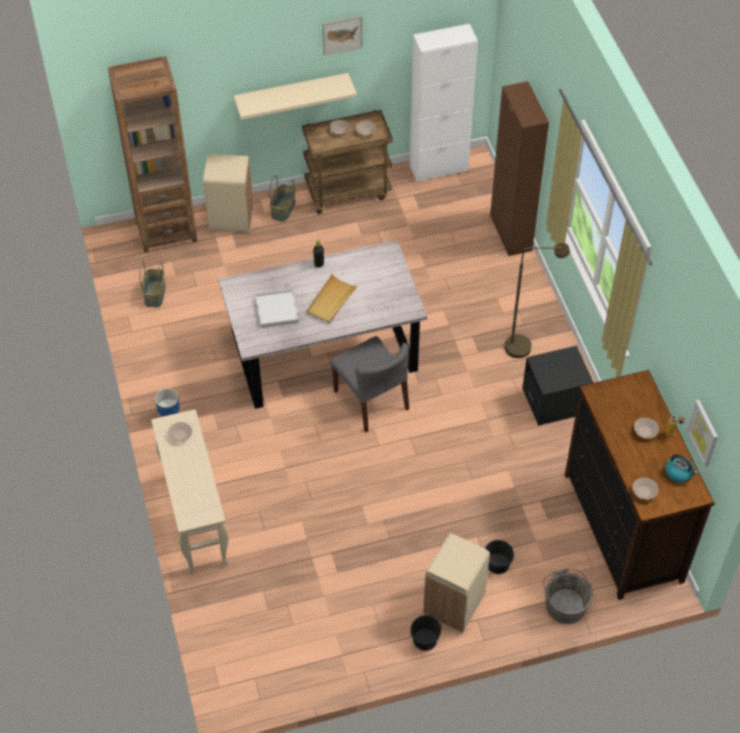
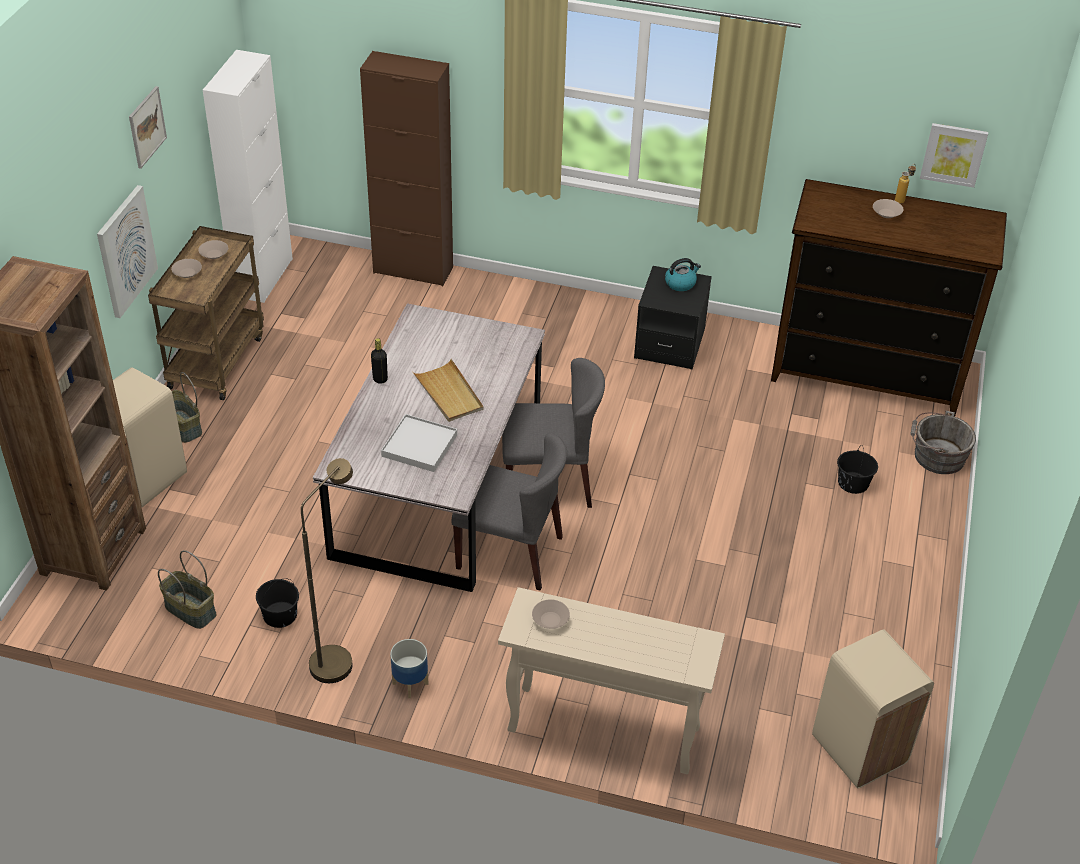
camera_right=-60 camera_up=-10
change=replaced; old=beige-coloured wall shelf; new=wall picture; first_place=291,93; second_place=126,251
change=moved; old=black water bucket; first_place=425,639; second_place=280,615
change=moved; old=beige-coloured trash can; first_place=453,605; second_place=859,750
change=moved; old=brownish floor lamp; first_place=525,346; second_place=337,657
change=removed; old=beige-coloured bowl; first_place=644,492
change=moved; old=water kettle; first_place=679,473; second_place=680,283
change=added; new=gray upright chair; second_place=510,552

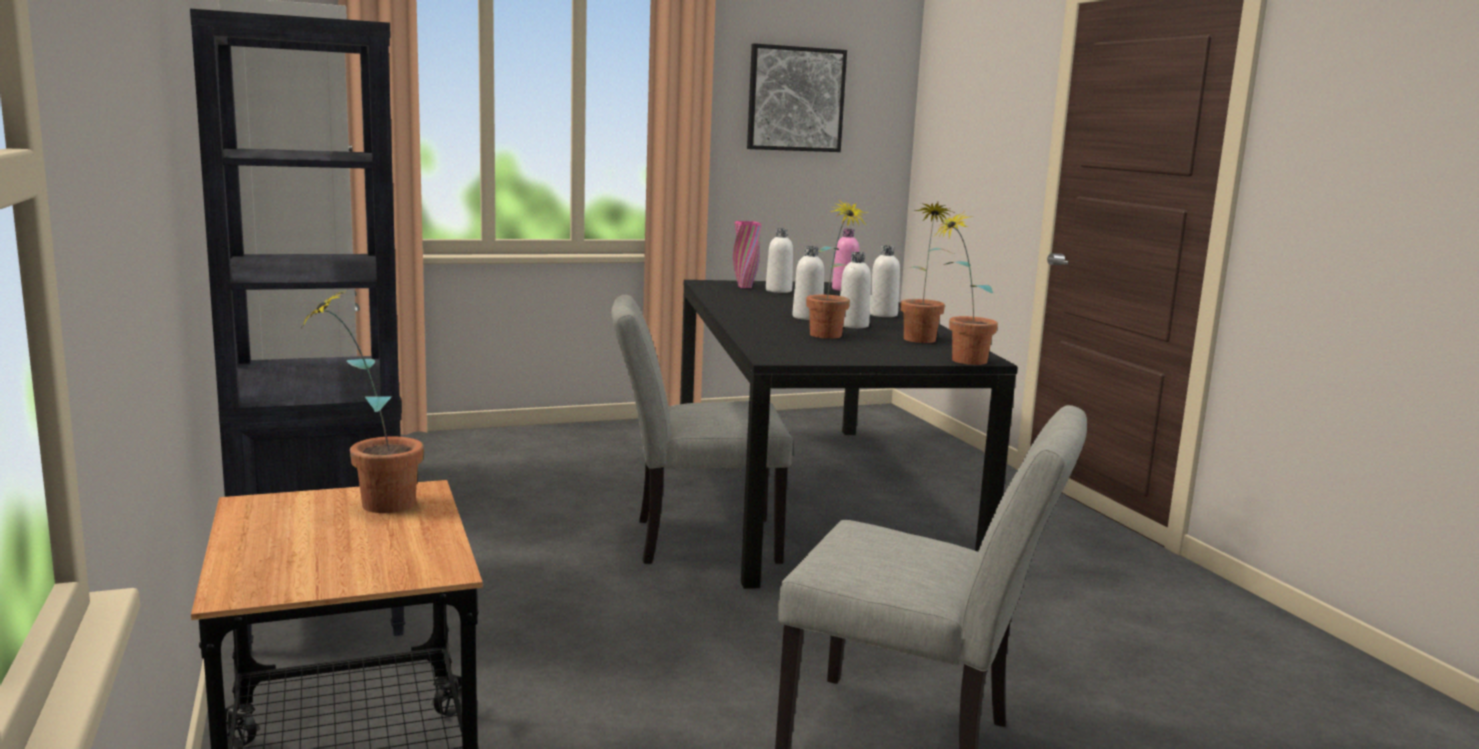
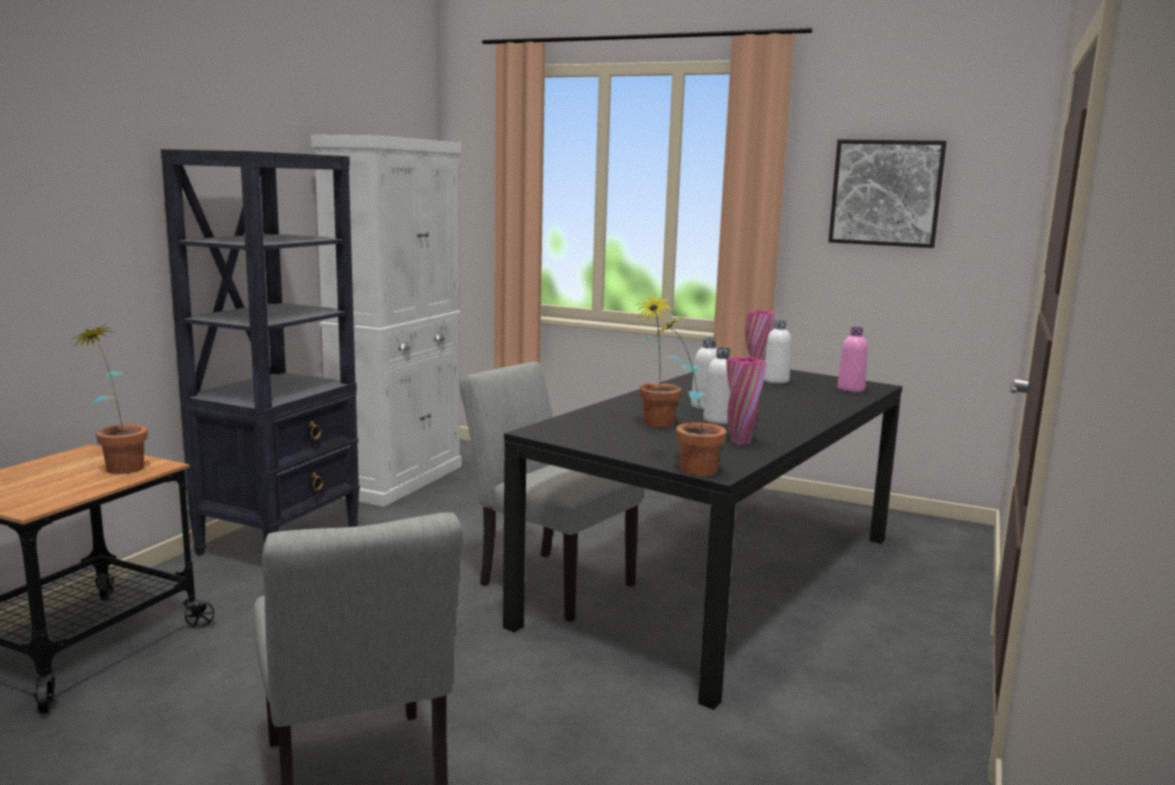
camera_right=45 camera_up=0
change=removed; old=white drink bottle; first_place=882,314
change=replaced; old=potted plant; new=pinkish flower vase; first_place=921,337; second_place=740,442

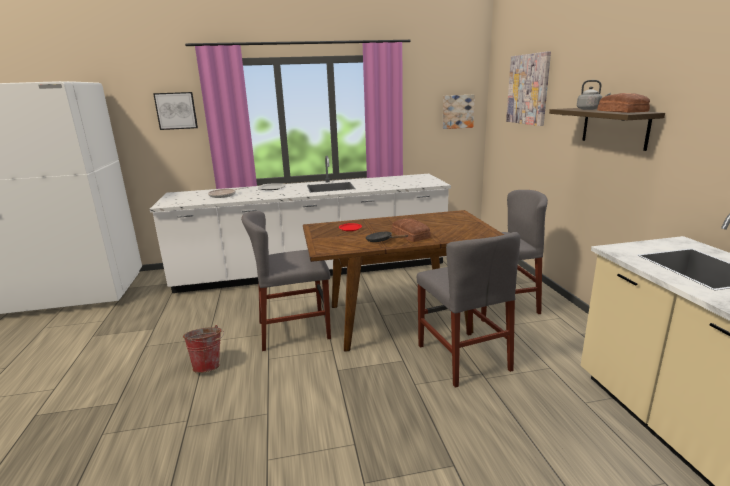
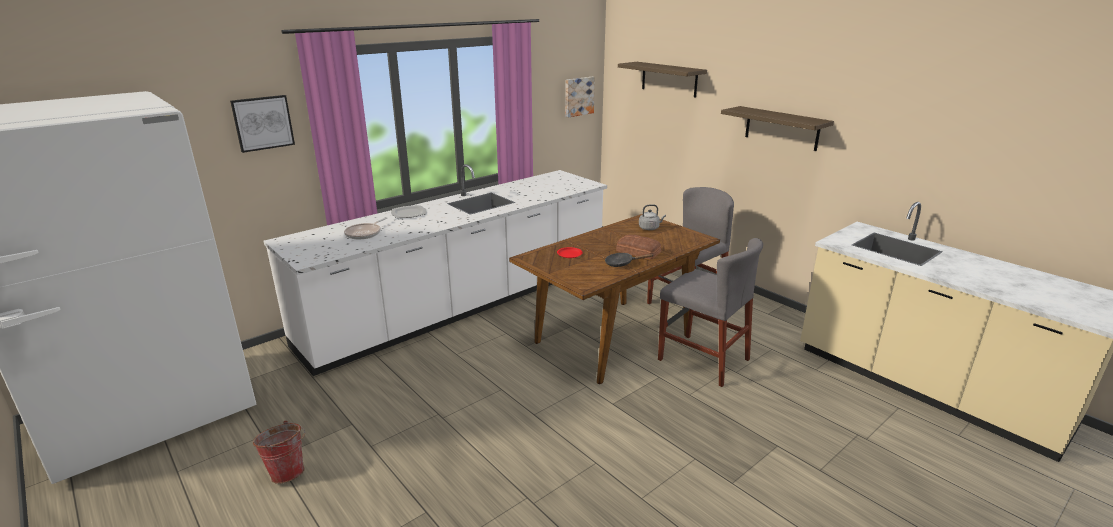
camera_right=-30 camera_up=5
change=moved; old=water bucket; first_place=209,365; second_place=287,471
change=removed; old=gray upright chair; first_place=294,330
change=replaced; old=wall picture; new=wall shelf; first_place=528,89; second_place=669,79
change=moved; old=gray water kettle; first_place=590,109; second_place=650,228
change=removed; old=bread; first_place=622,111

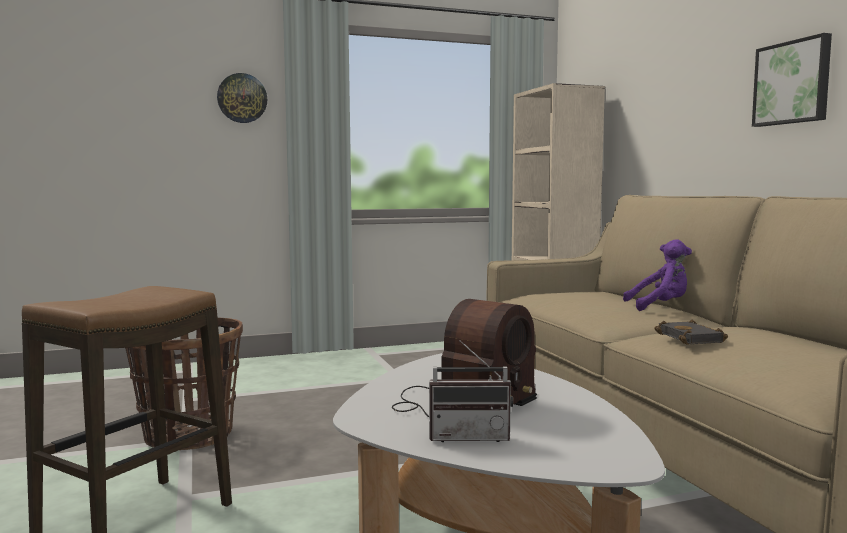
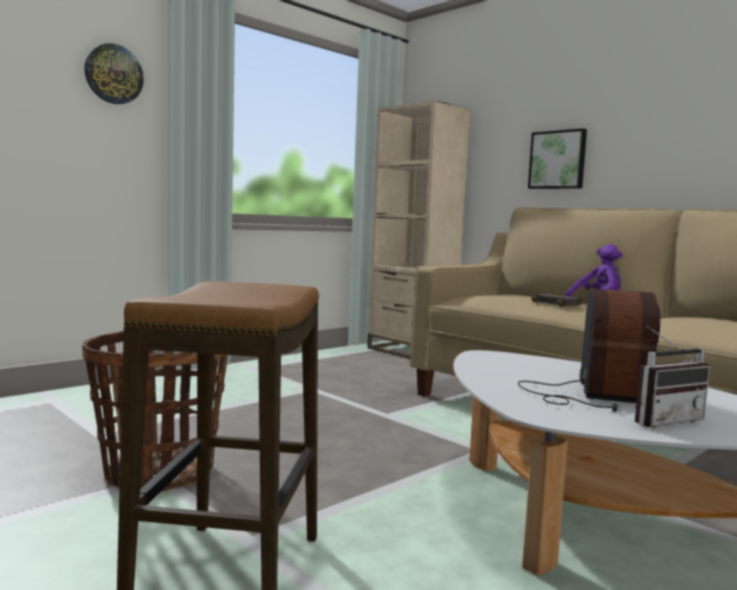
camera_right=-25 camera_up=0
change=moved; old=black bound book; first_place=693,338; second_place=558,304
change=moved; old=wall picture; first_place=793,83; second_place=558,160

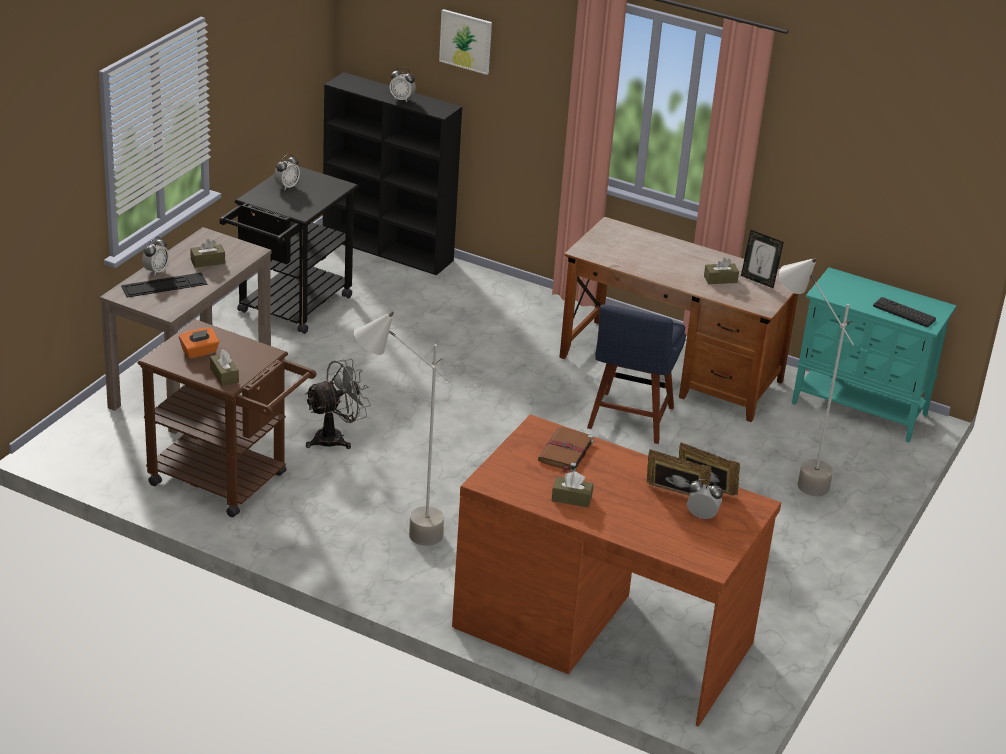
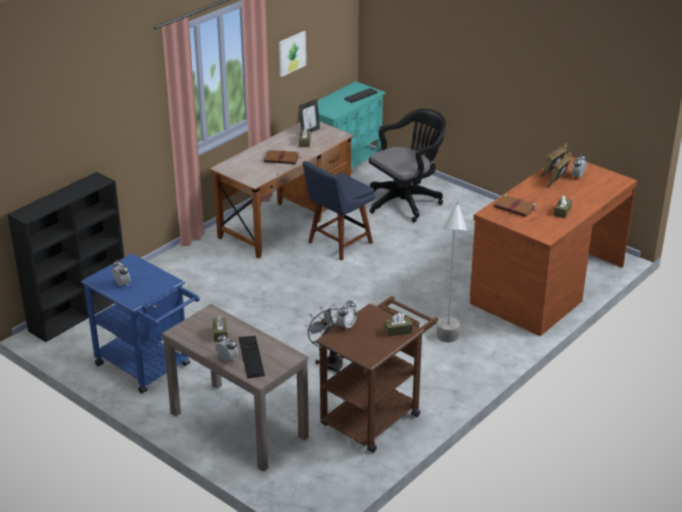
camera_right=-75 camera_up=0
change=removed; old=orange-coloured box of tissues; first_place=199,352
change=recoloured; old=black trolley; new=bluish trolley; first_place=289,308; second_place=148,368
change=moved; old=alarm clock; first_place=402,99; second_place=346,326
change=moved; old=wall picture; first_place=466,41; second_place=291,53
change=turned; old=bluish upright chair; first_place=629,420; second_place=338,244; degrees=105
change=replaced; old=gray floor lamp; new=black office chair; first_place=789,476; second_place=406,201
change=added; new=brownish bound book; second_place=282,158

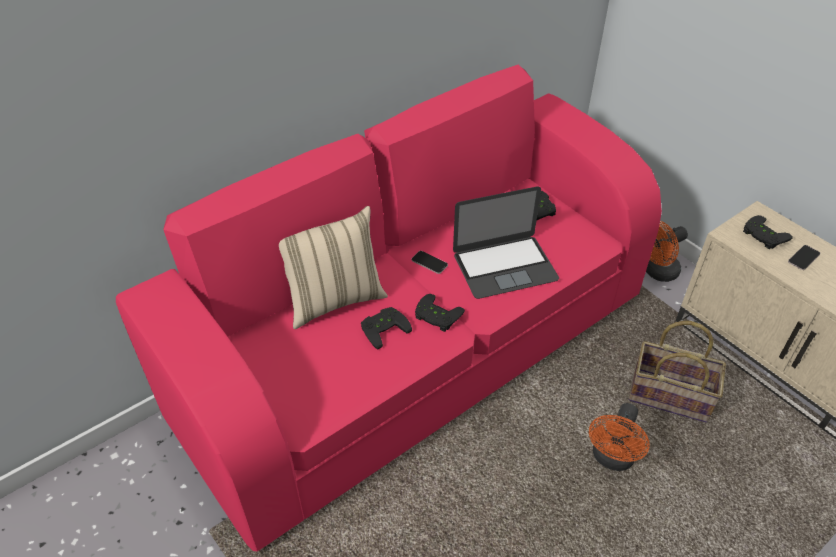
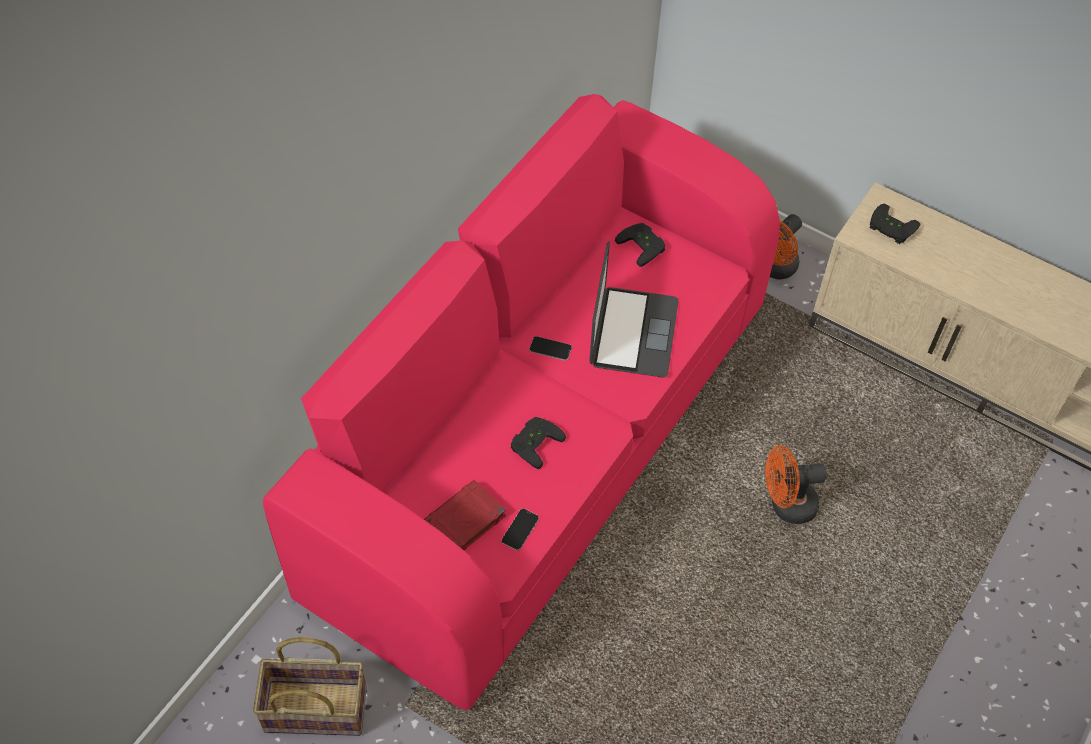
camera_right=-20 camera_up=10
change=removed; old=beige-coloured throw pillow; first_place=334,300
change=removed; old=black gamepad; first_place=436,317
change=turned; old=notebook computer; first_place=504,266; second_place=633,332; degrees=-45
change=turned; old=orange-coloured electric fan; first_place=612,459; second_place=786,505; degrees=75
change=moved; old=household basket; first_place=670,395; second_place=316,707
change=moved; old=telephone; first_place=803,258; second_place=520,529
change=added; new=red-coloured bound book; second_place=463,521

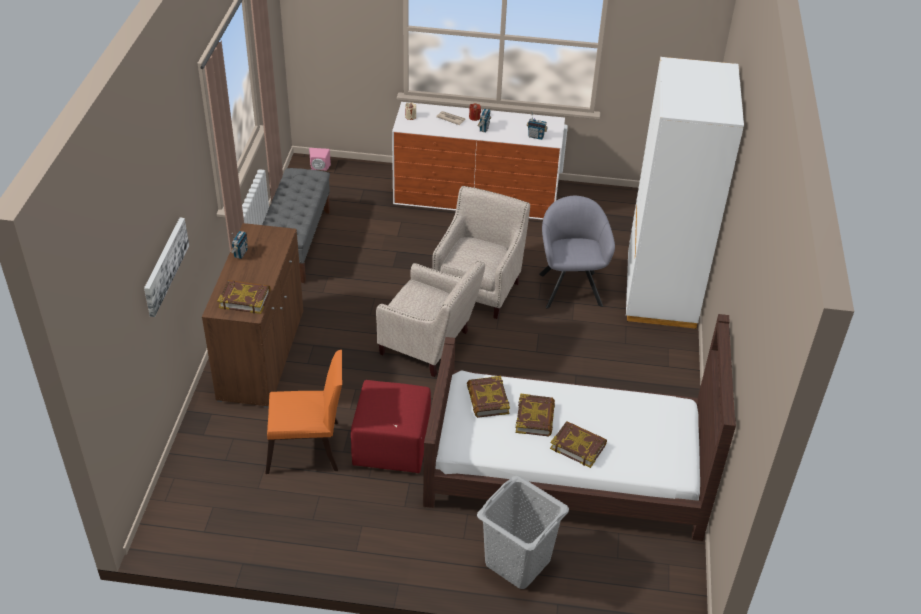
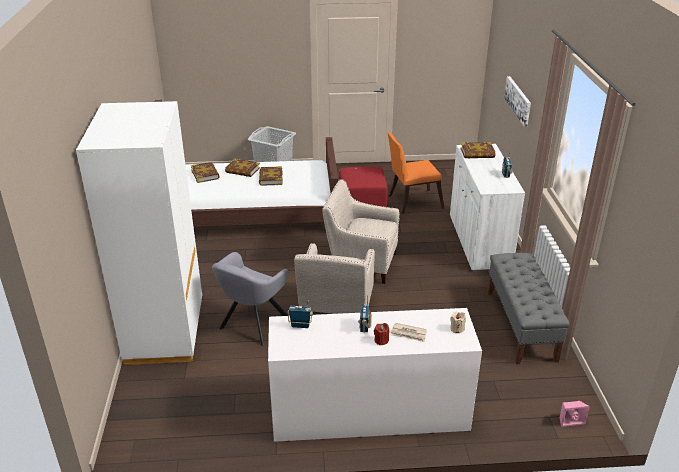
camera_right=170 camera_up=-10
change=recoloured; old=brownish cupboard; new=white cupboard; first_place=262,355; second_place=479,241
change=moved; old=bound book; first_place=487,400; second_place=205,174
change=turned; old=gray easy chair; first_place=570,286; second_place=252,325; degrees=45

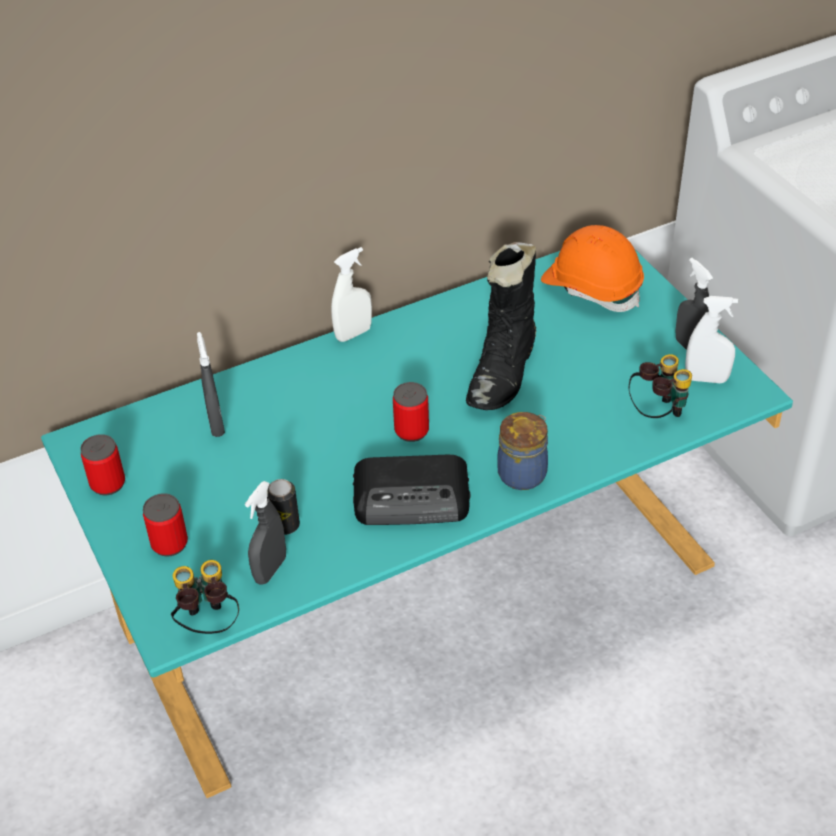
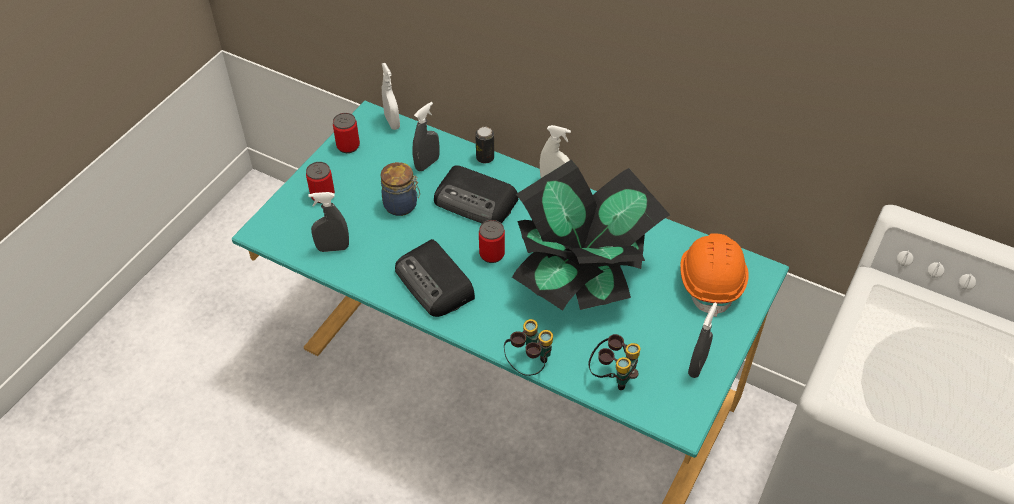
camera_right=55 camera_up=5
change=moved; old=binoculars; first_place=208,624; second_place=529,364
change=moved; old=metal can; first_place=285,525; second_place=485,158
change=replaced; old=black boot; new=potted plant; first_place=504,372; second_place=583,274
change=moved; old=storage jar; first_place=523,473; second_place=402,205
change=moved; old=white sprayer; first_place=706,379; second_place=392,122
change=added; new=radio set; second_place=476,202

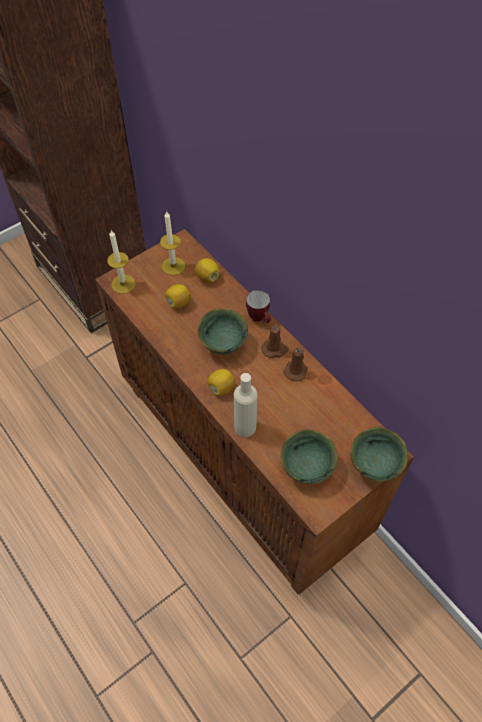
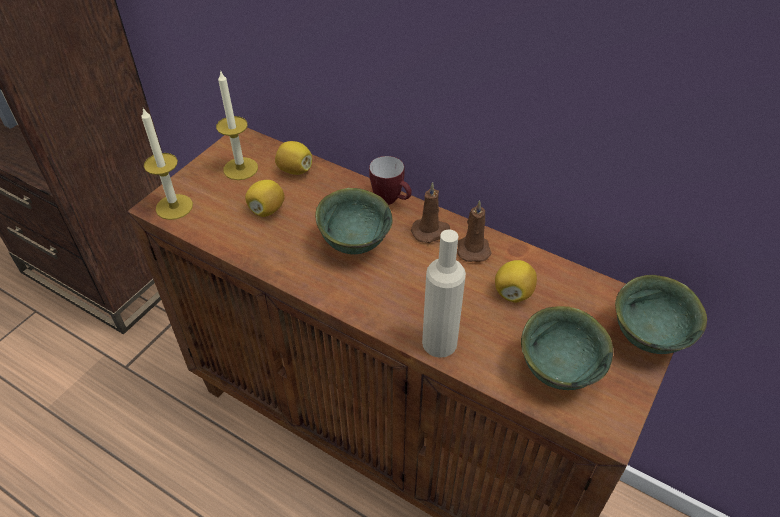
camera_right=-20 camera_up=-10
change=moved; old=whole lemon; first_place=221,388; second_place=513,293

